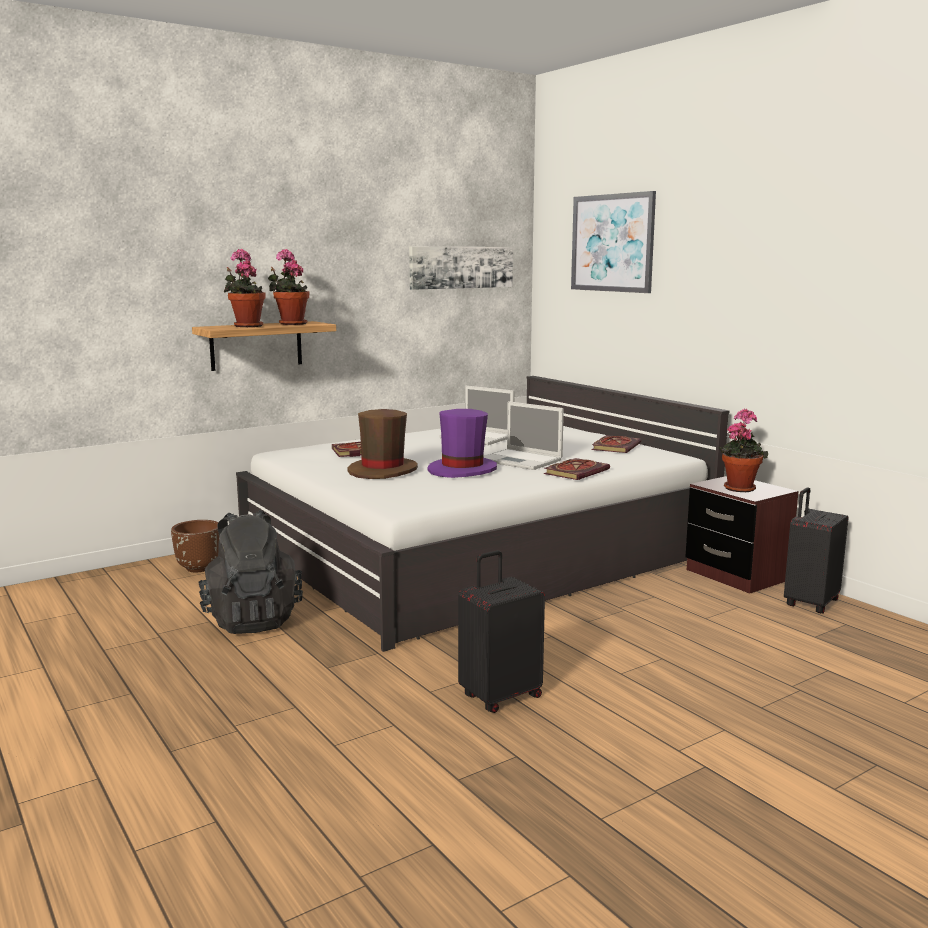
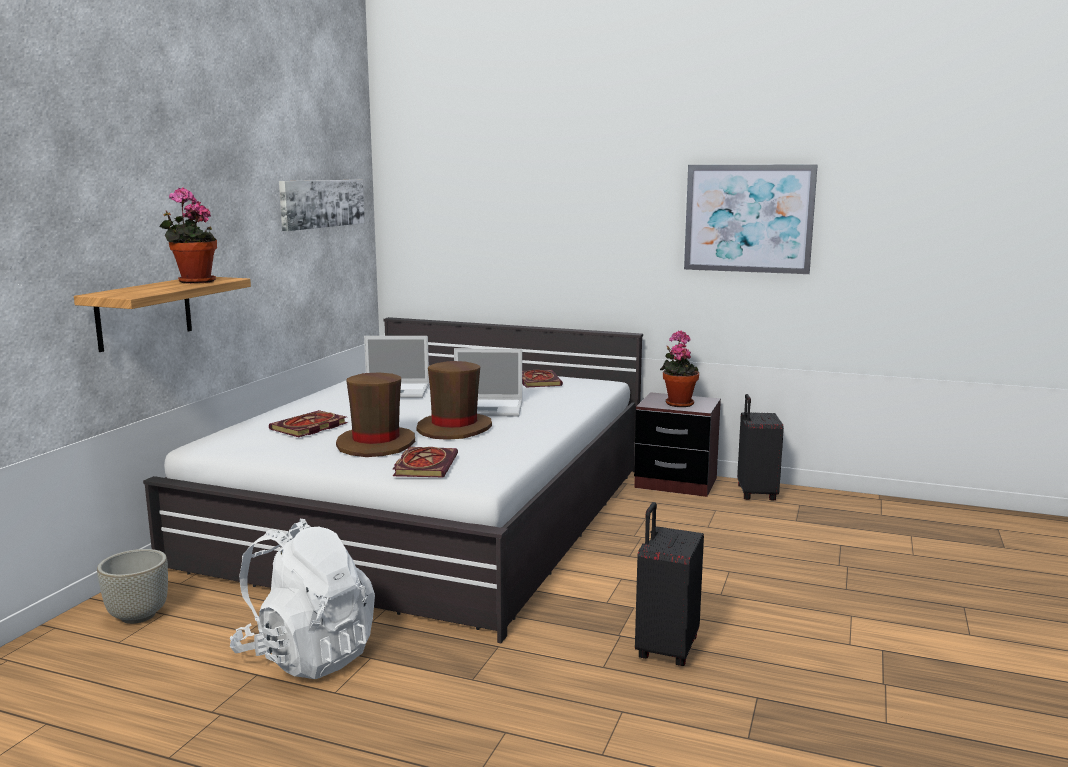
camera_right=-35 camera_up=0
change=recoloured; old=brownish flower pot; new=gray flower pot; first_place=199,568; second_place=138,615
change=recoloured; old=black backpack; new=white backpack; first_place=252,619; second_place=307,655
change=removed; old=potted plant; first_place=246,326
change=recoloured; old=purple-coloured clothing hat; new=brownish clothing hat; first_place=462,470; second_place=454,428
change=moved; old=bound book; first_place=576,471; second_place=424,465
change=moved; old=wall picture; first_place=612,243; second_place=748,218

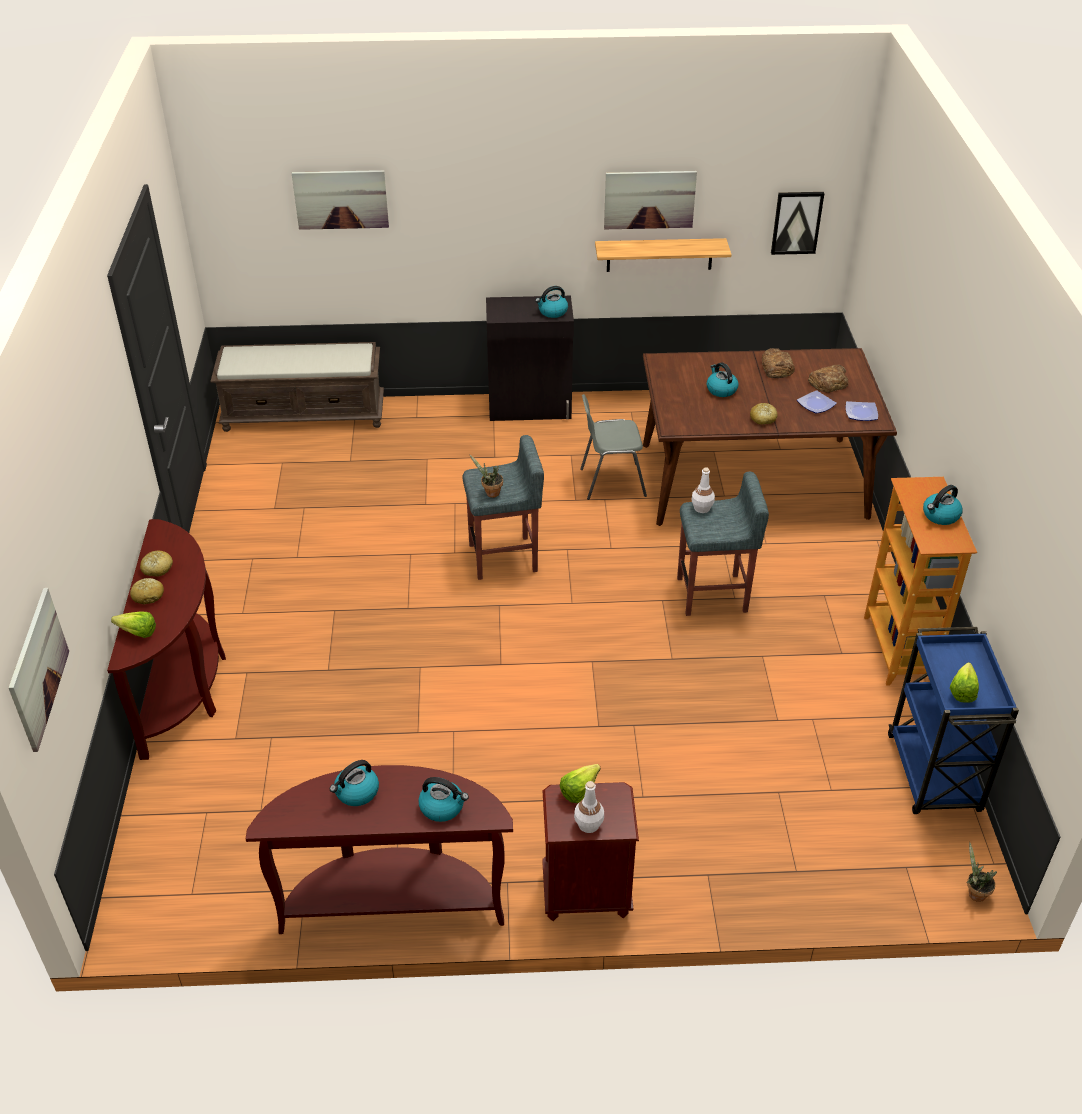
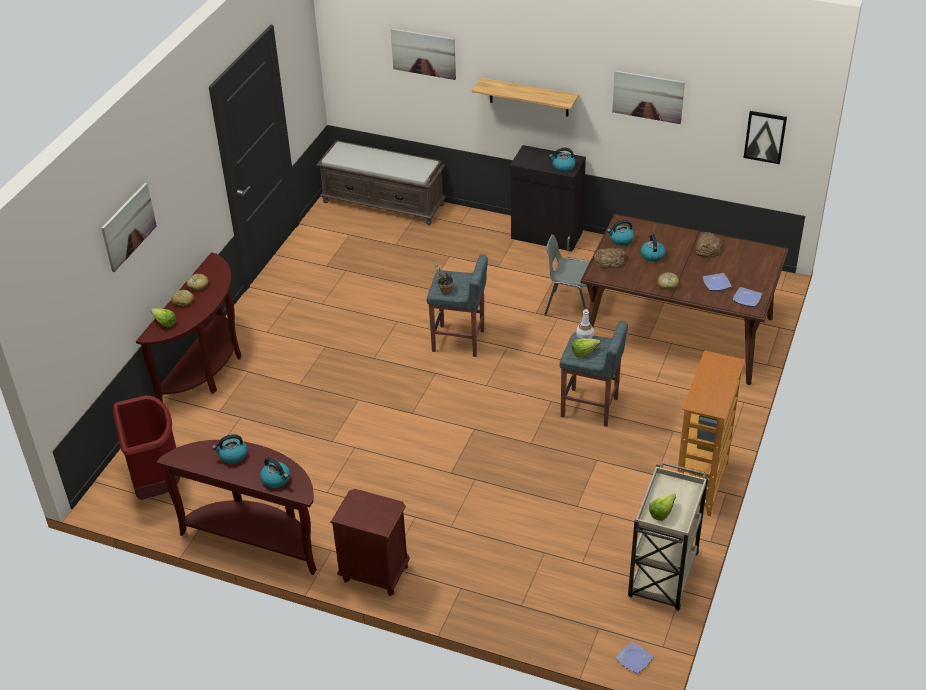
camera_right=25 camera_up=0
change=moved; old=wall picture; first_place=38,668; second_place=128,226
change=moved; old=head of lettuce; first_place=582,789; second_place=586,352
change=removed; old=white drink bottle; first_place=588,825
change=moved; old=wall shelf; first_place=659,255; second_place=529,97
change=moved; old=bread; first_place=828,382; second_place=609,261
change=recoloured; old=bluish trolley; new=beige-coloured trolley; first_place=934,775; second_place=663,577
change=moved; old=water kettle; first_place=940,516; second_place=621,240
change=replaced; old=potted plant; new=plate; first_place=974,893; second_place=634,660
change=added; new=red-coloured trash can; second_place=156,482

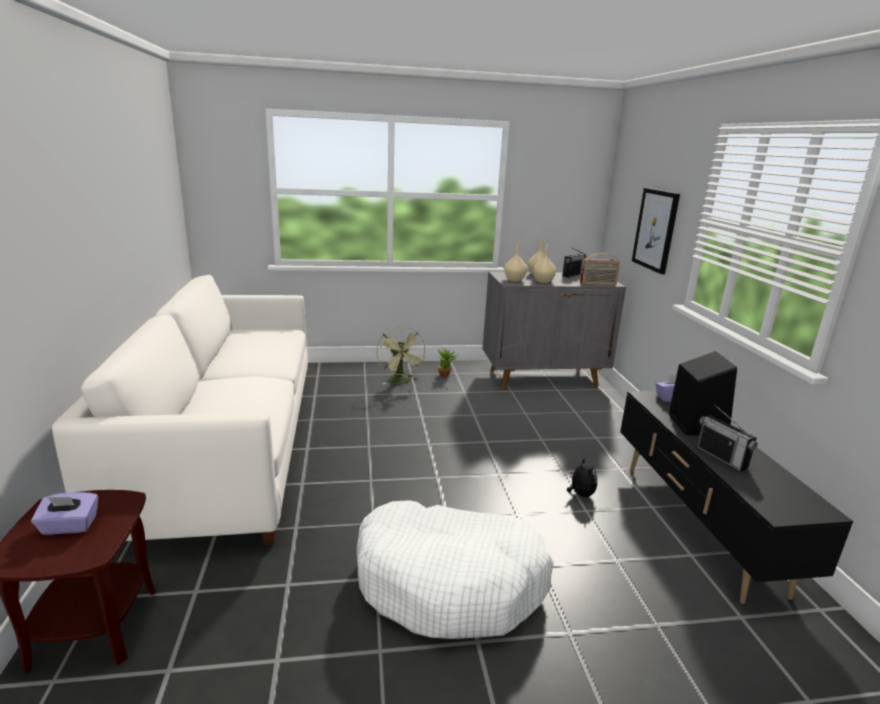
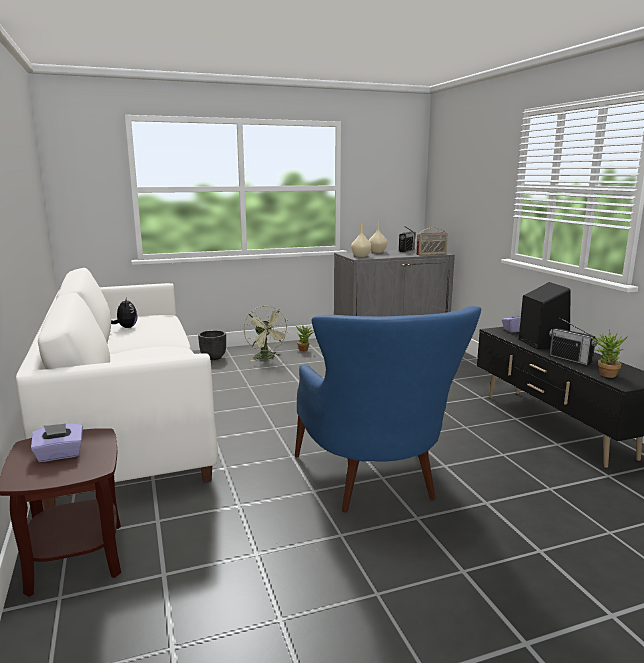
camera_right=-10 camera_up=-5
change=replaced; old=white dog bed; new=bluish easy chair; first_place=450,582; second_place=377,485
change=removed; old=beige-coloured flower vase; first_place=543,281
change=moved; old=cuddly toy; first_place=580,494; second_place=126,327
change=removed; old=wall picture; first_place=655,230
change=added; new=black flower pot; second_place=213,357
change=added; new=potted plant; second_place=604,374

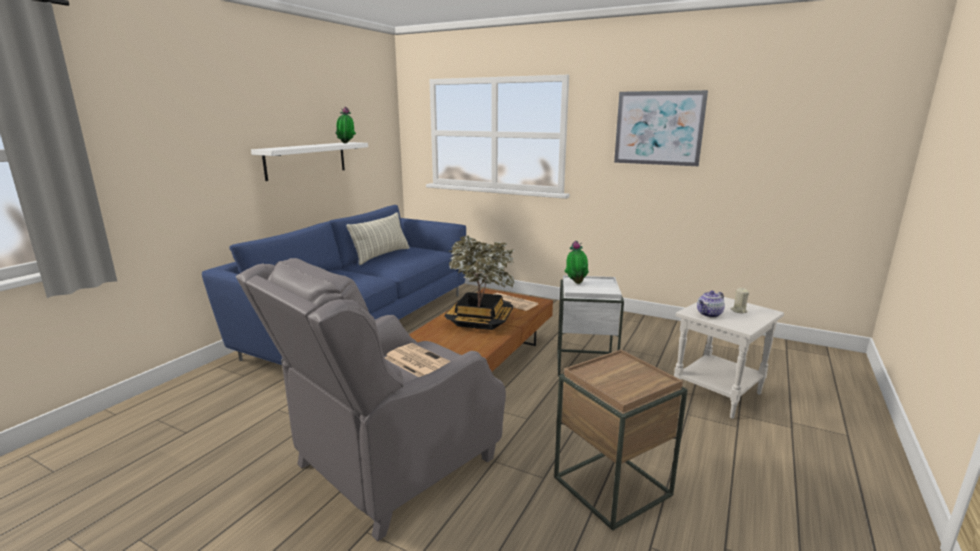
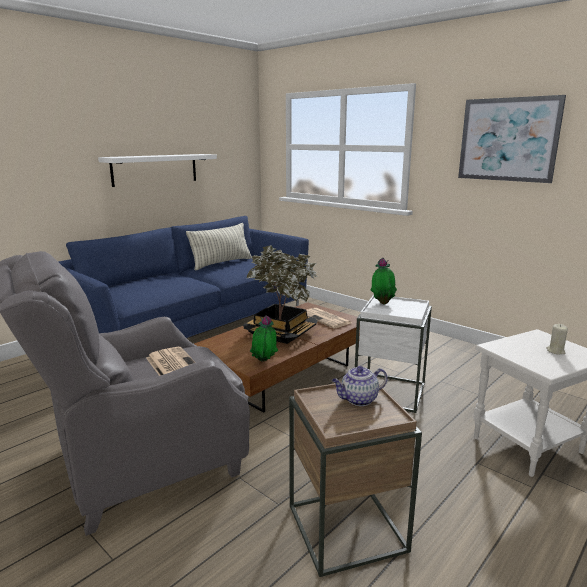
camera_right=15 camera_up=0
change=moved; old=potted plant; first_place=346,143; second_place=264,362
change=moved; old=teapot; first_place=709,314; second_place=358,400

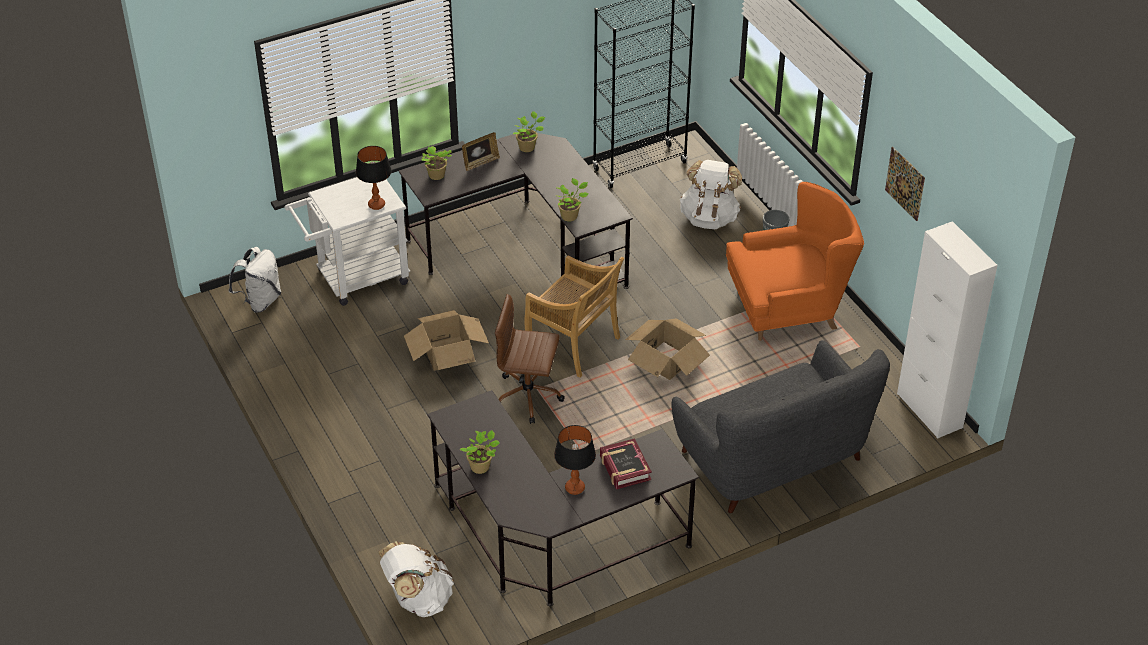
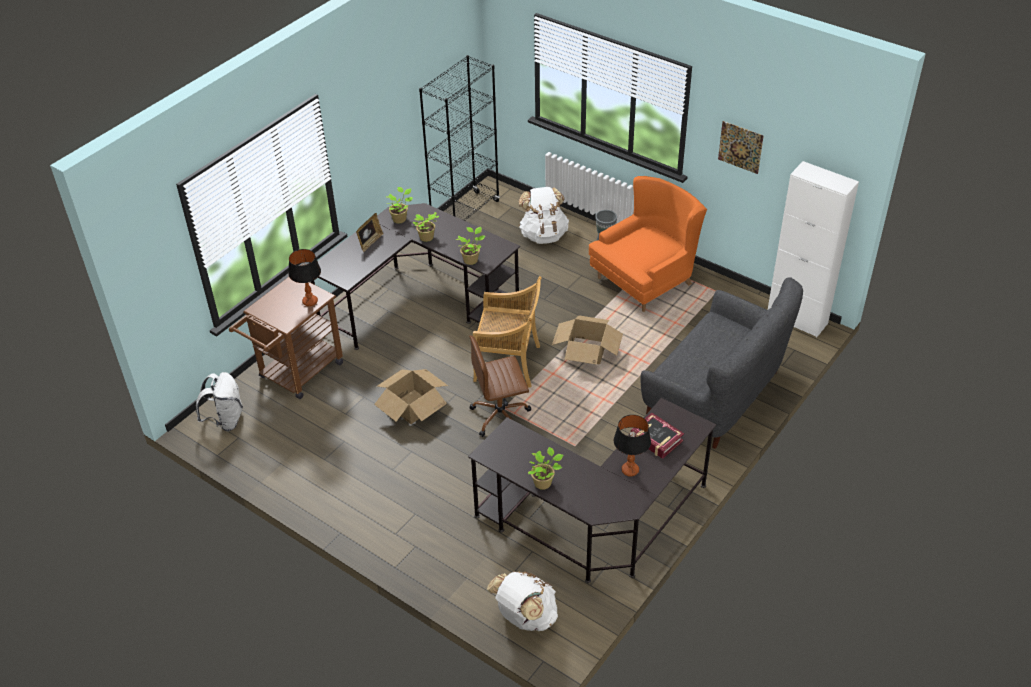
camera_right=-25 camera_up=0
change=recoloured; old=white trolley; new=brownish trolley; first_place=355,279; second_place=296,374
change=moved; old=potted plant; first_place=436,176; second_place=426,238

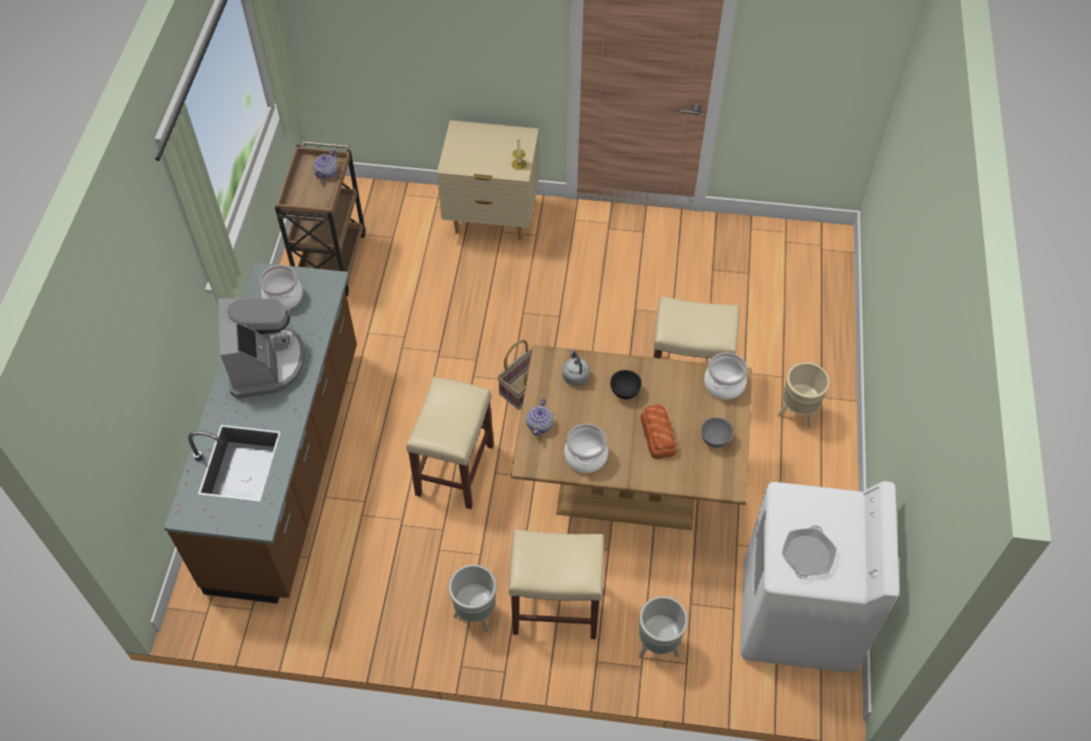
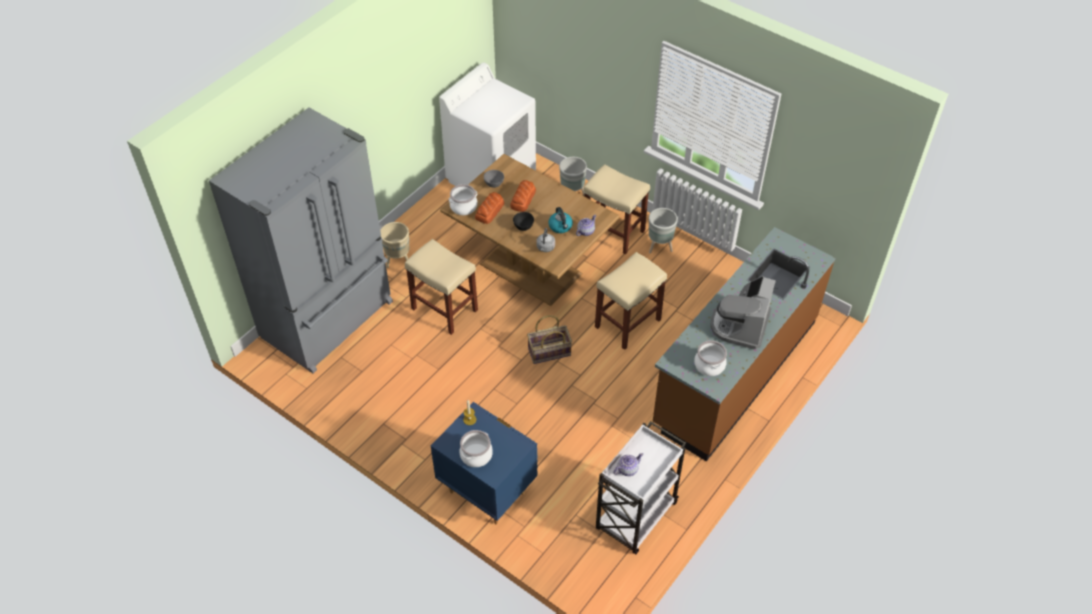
camera_right=-150 camera_up=-5
change=recoloured; old=brownish trolley; new=white trolley; first_place=331,260; second_place=635,517
change=recoloured; old=beige-coloured nightstand; new=bluish nightstand; first_place=492,219; second_place=487,492
change=moved; old=cooking pot; first_place=585,456; second_place=476,455
change=removed; old=frying pan; first_place=807,555
change=added; new=gray refrigerator; second_place=330,320
change=added; new=bread; second_place=490,211
change=added; new=water kettle; second_place=560,226

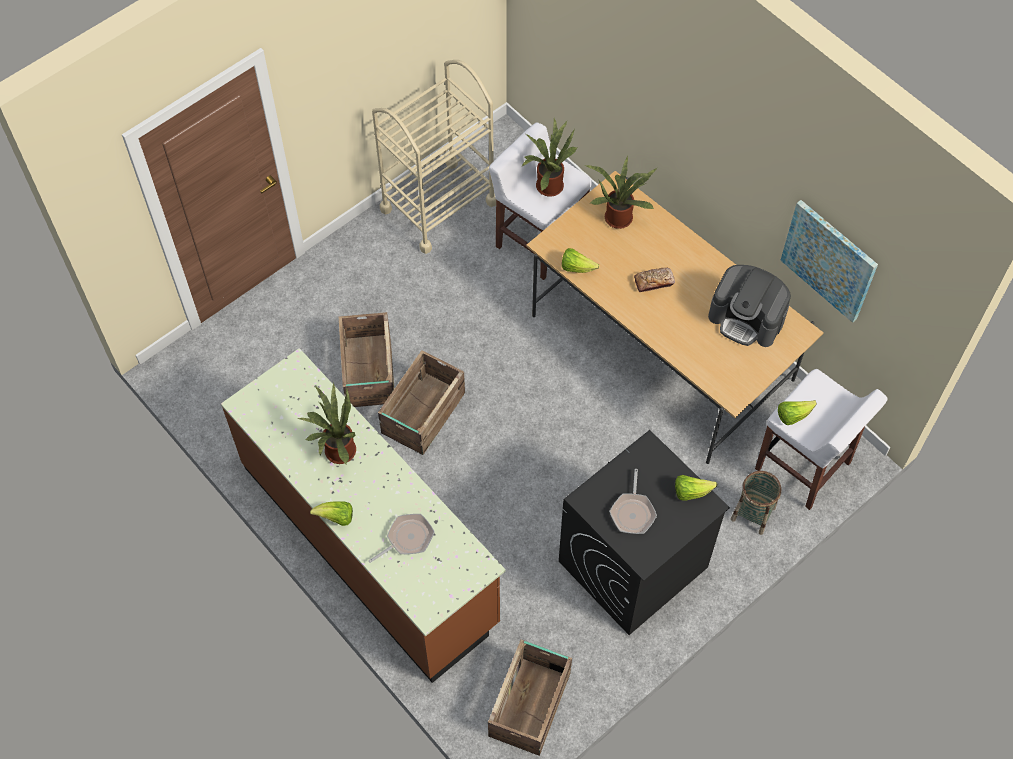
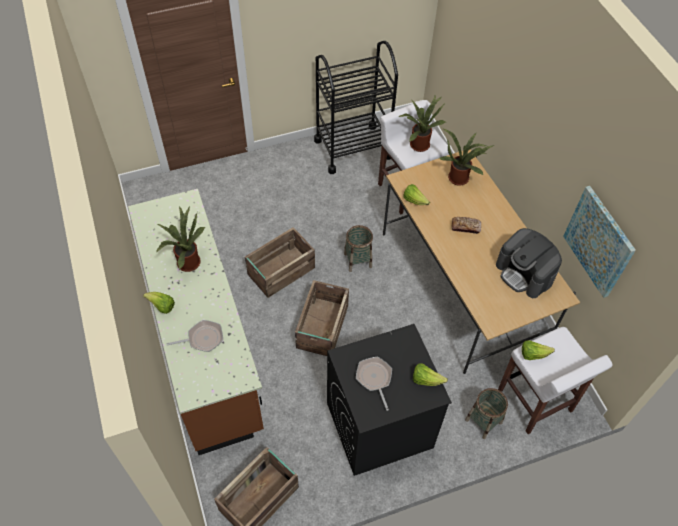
camera_right=20 camera_up=-5
change=moved; old=packing crate; first_place=368,372; second_place=321,327
change=recoloured; old=beige-coloured trolley; new=black trolley; first_place=438,206; second_place=352,148
change=turned; old=frying pan; first_place=633,512; second_place=374,379; degrees=135
change=added; new=household basket; second_place=358,260

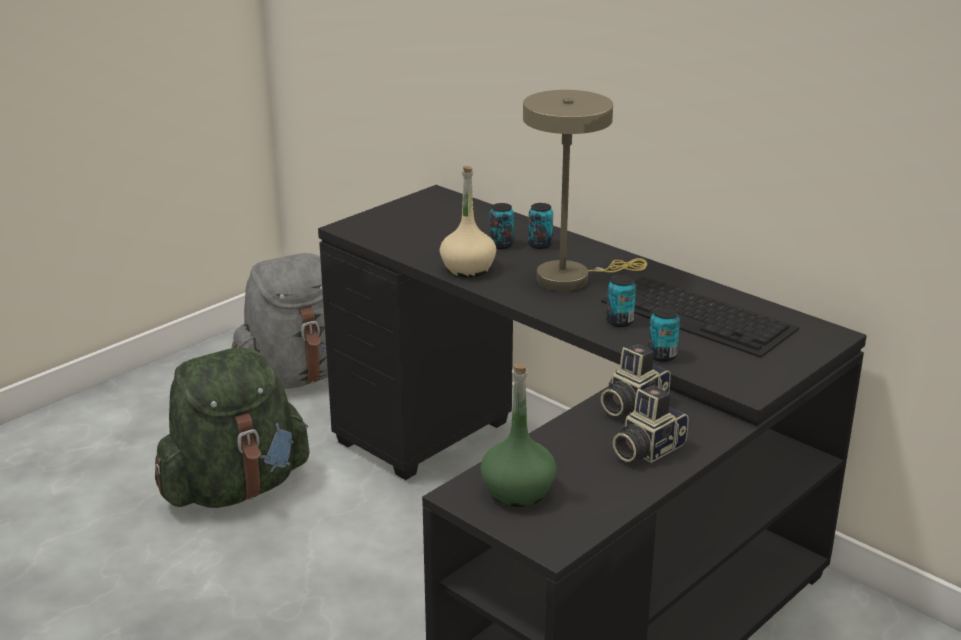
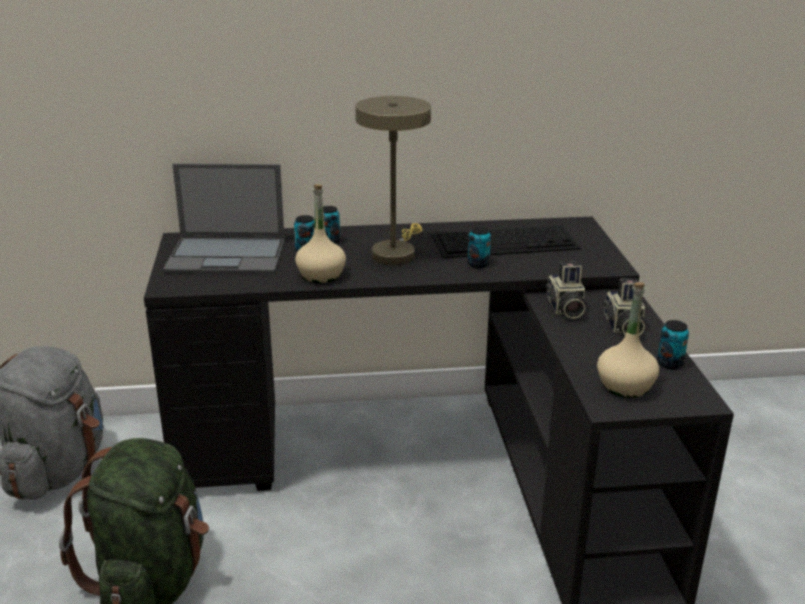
camera_right=-50 camera_up=0
change=recoloured; old=green-coloured drink bottle; new=beige-coloured drink bottle; first_place=517,491; second_place=625,386
change=moved; old=metal can; first_place=662,356; second_place=670,363
change=added; new=notebook computer; second_place=228,256

